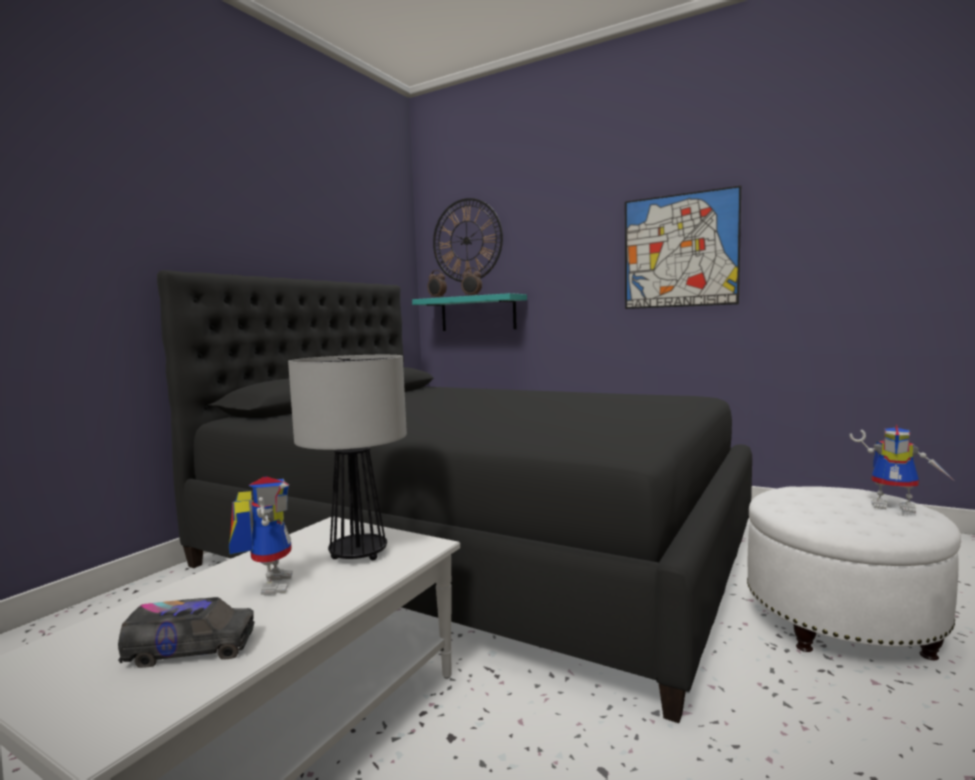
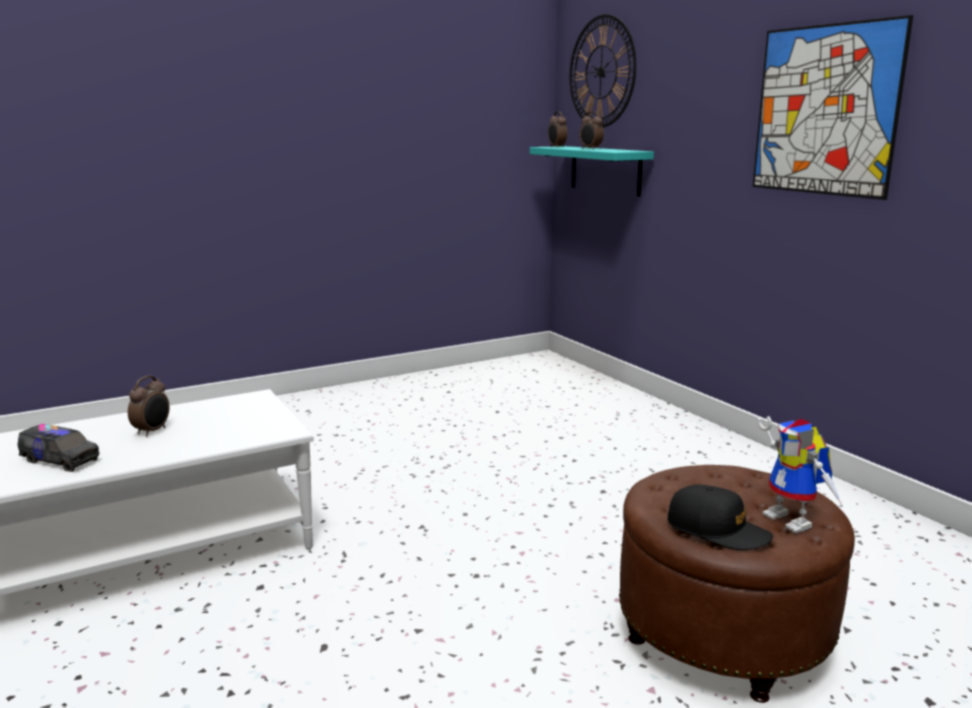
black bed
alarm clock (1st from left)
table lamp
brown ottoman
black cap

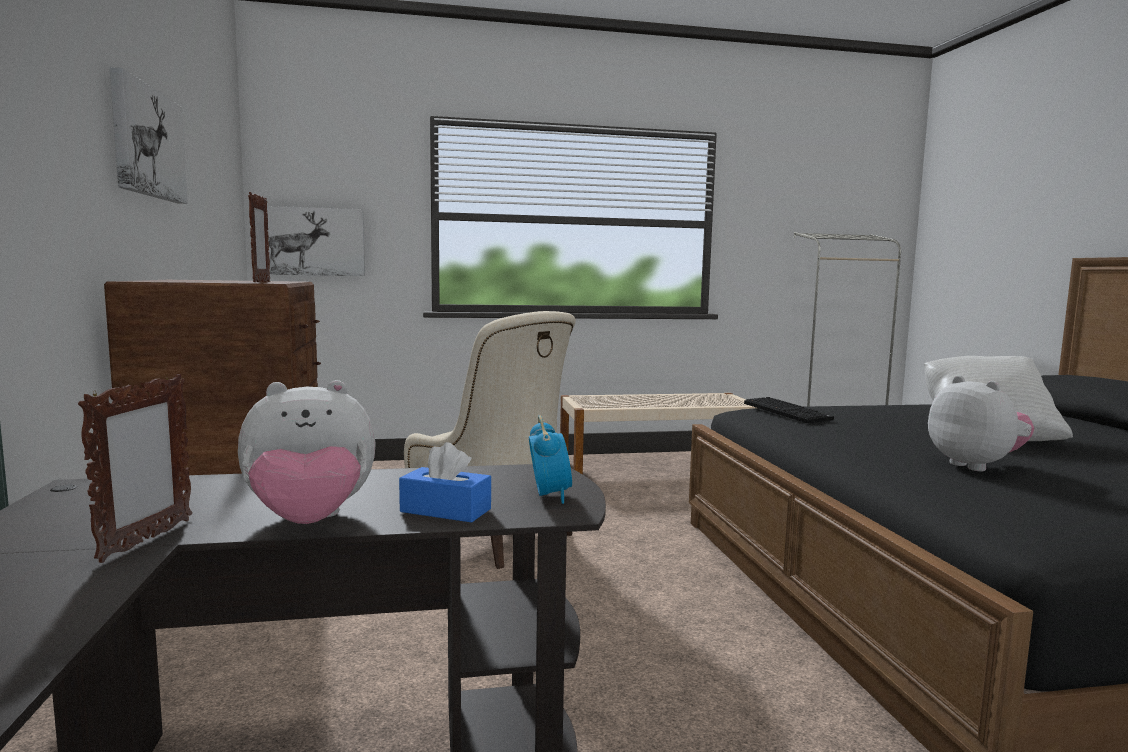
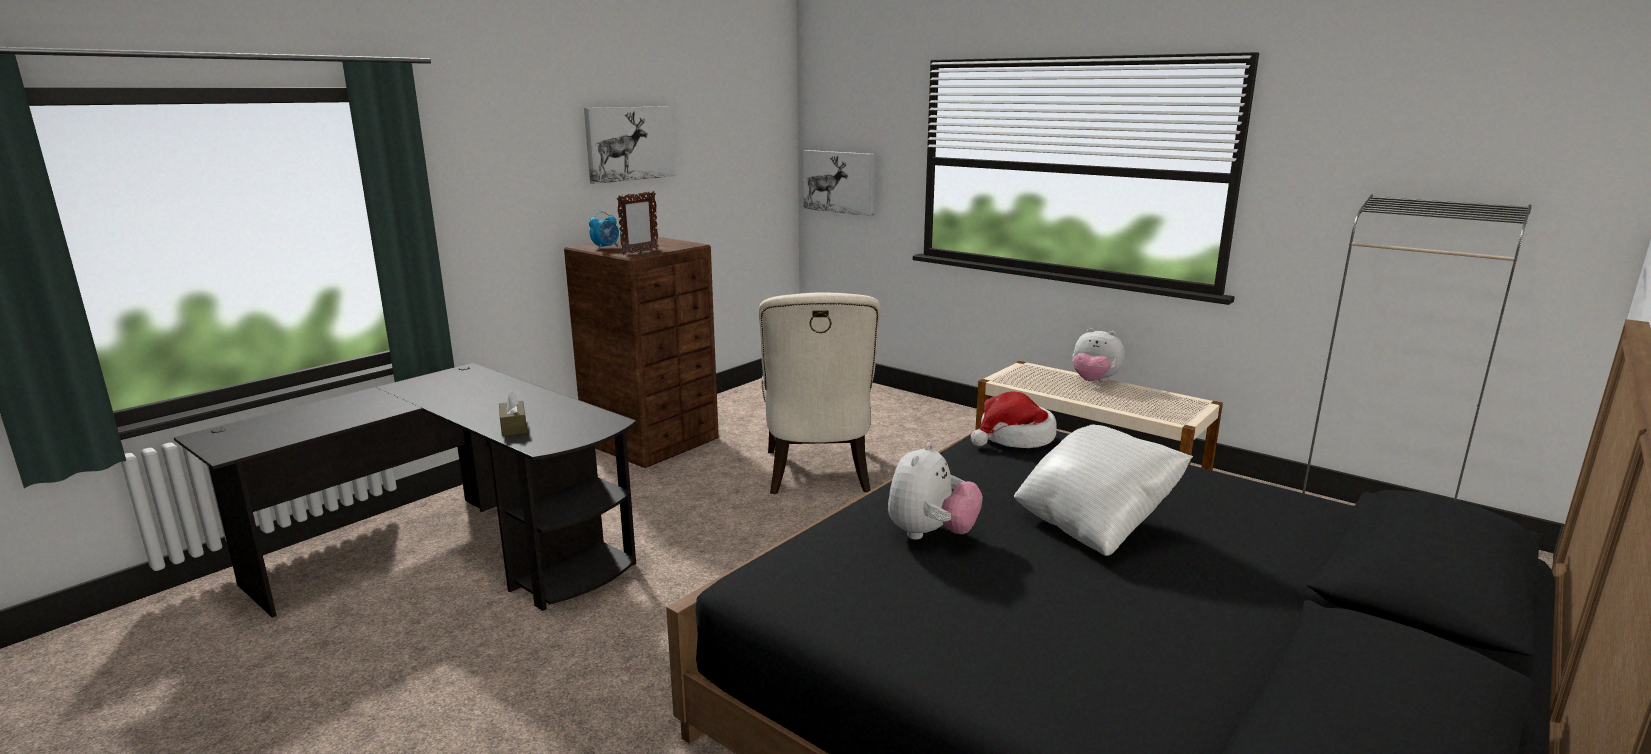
picture frame (1st from left in the first image)
plush toy (2nd from left)
brown tissue box
alarm clock
hat

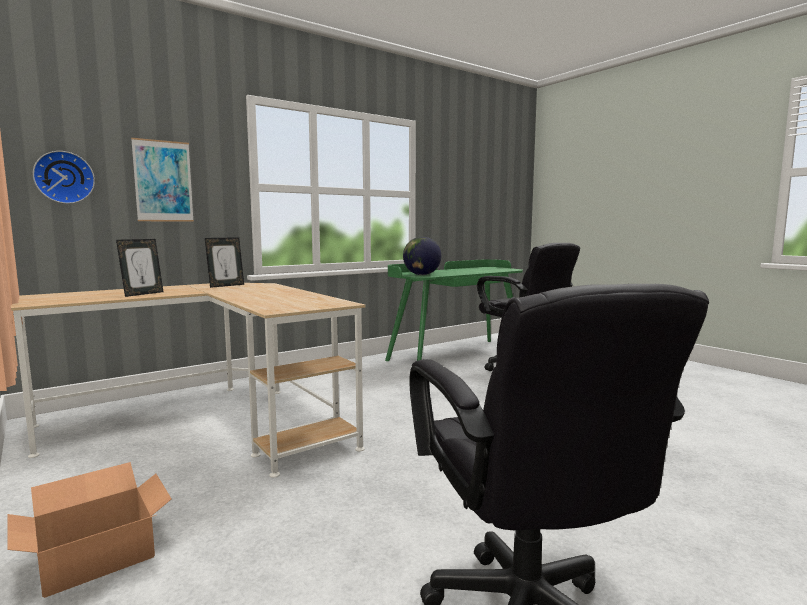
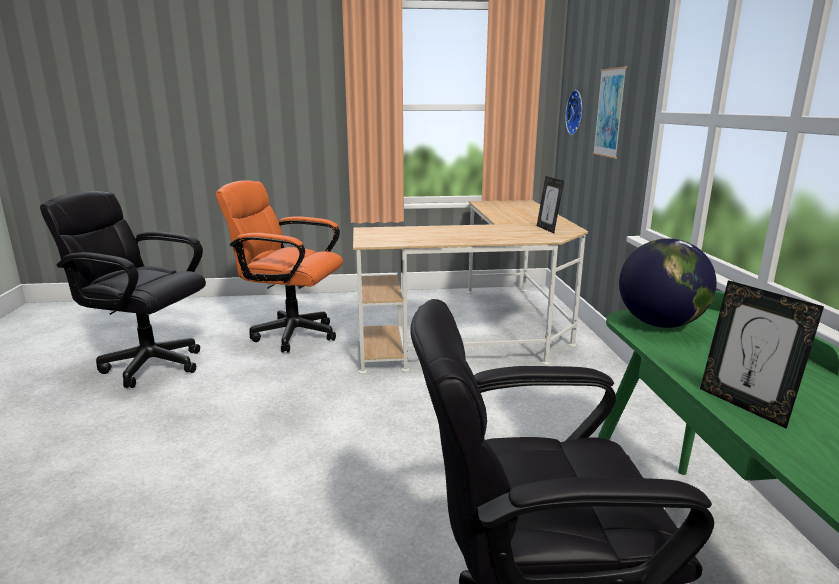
cardboard box
picture frame (2nd from left)
orange office chair

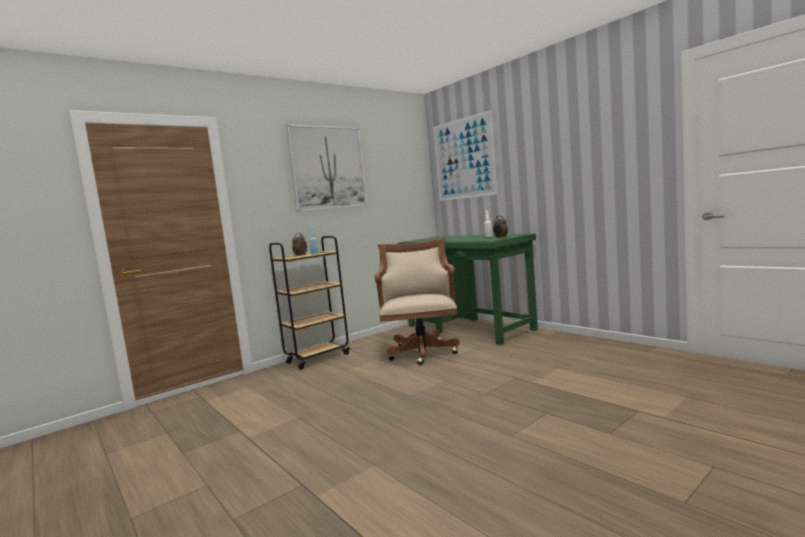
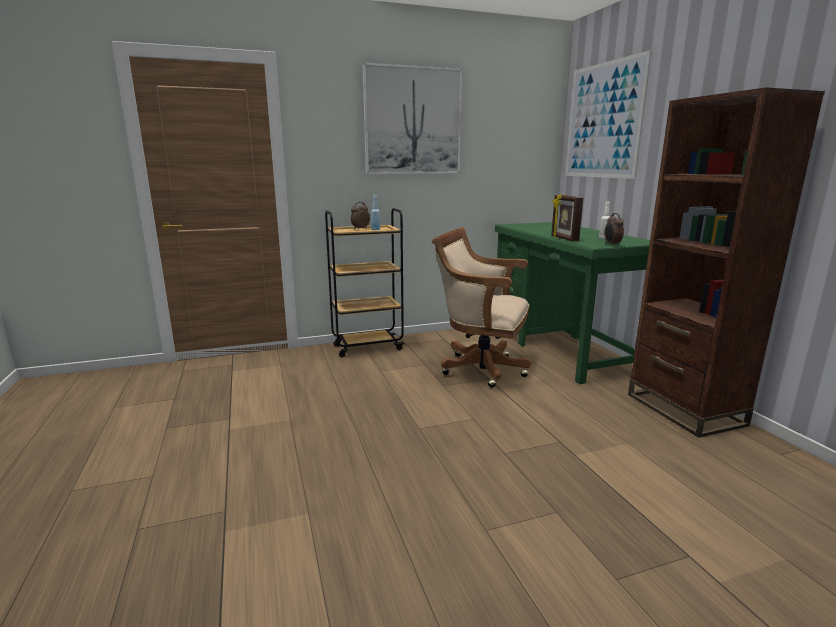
office chair
picture frame
brown bookcase

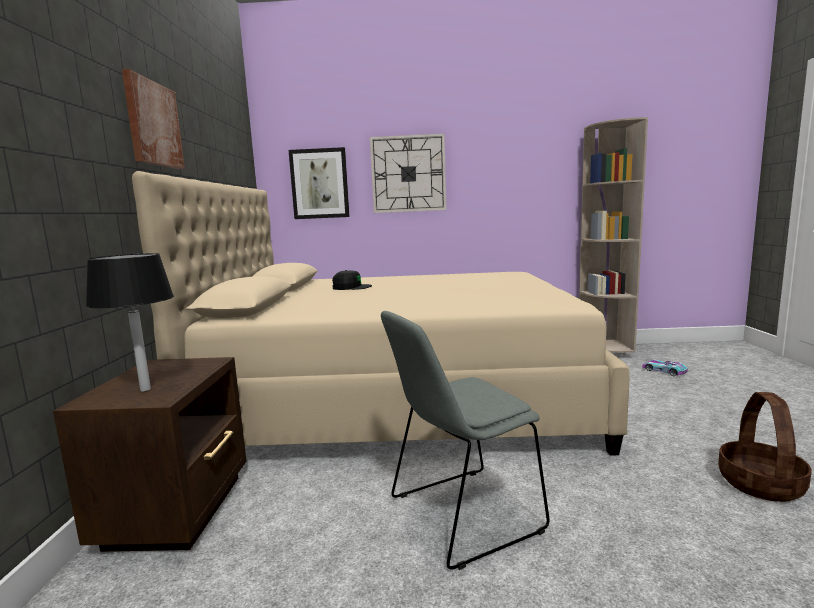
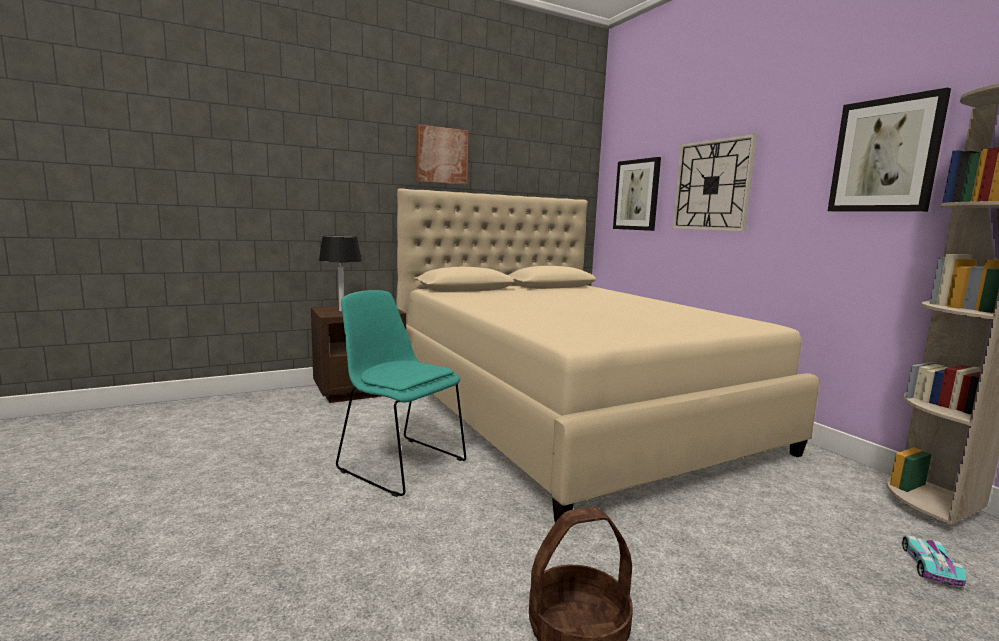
black cap
turquoise chair
picture (3rd from left)

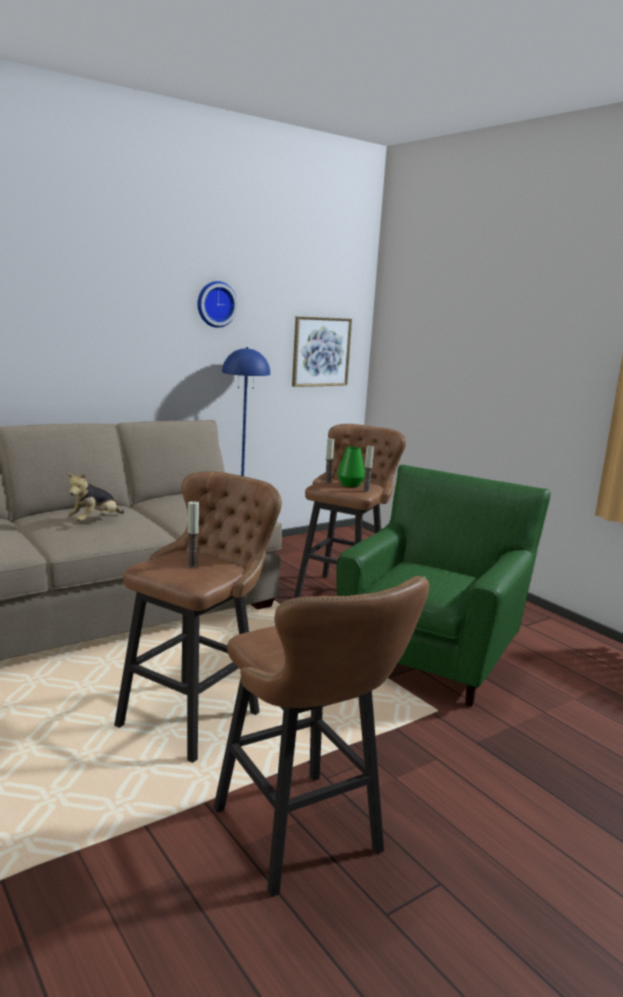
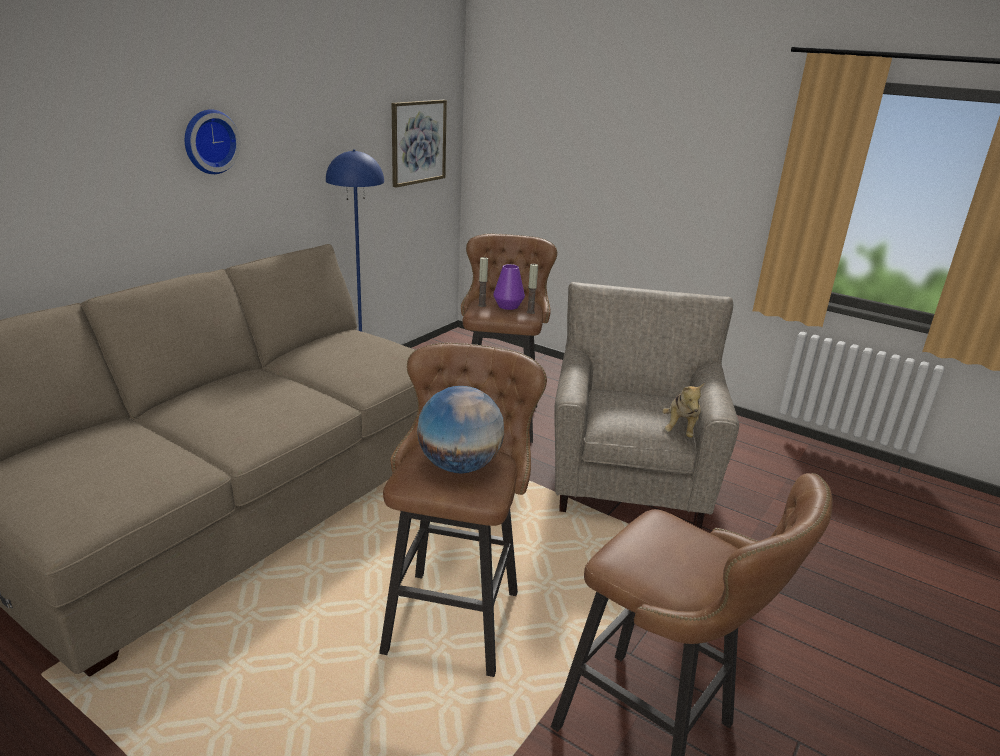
plush toy
globe
wall clock
beige armchair
purple vase

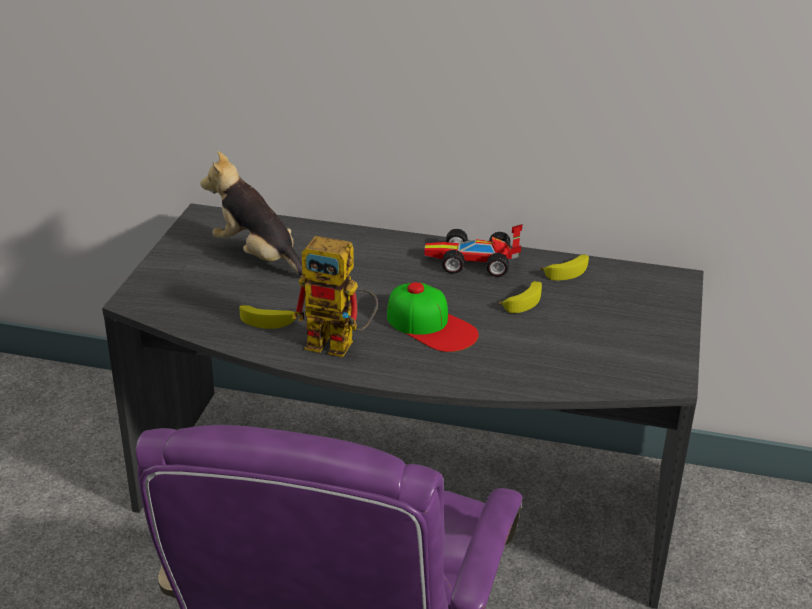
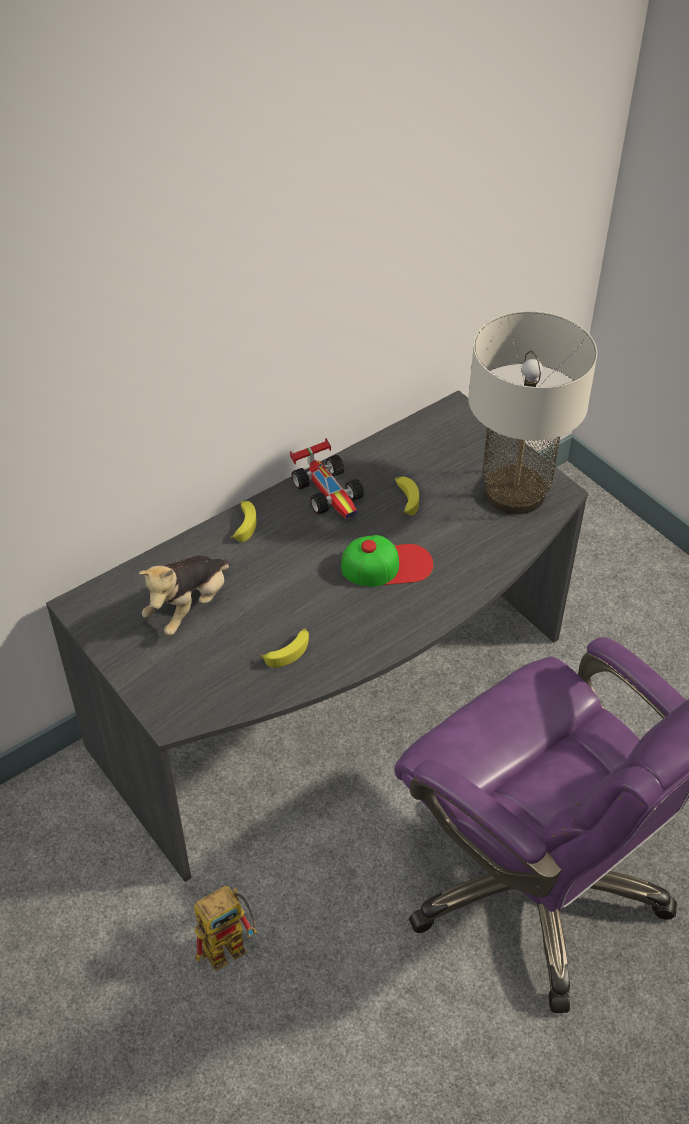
plush toy
toy robot
toy car
banana (1st from left)
table lamp

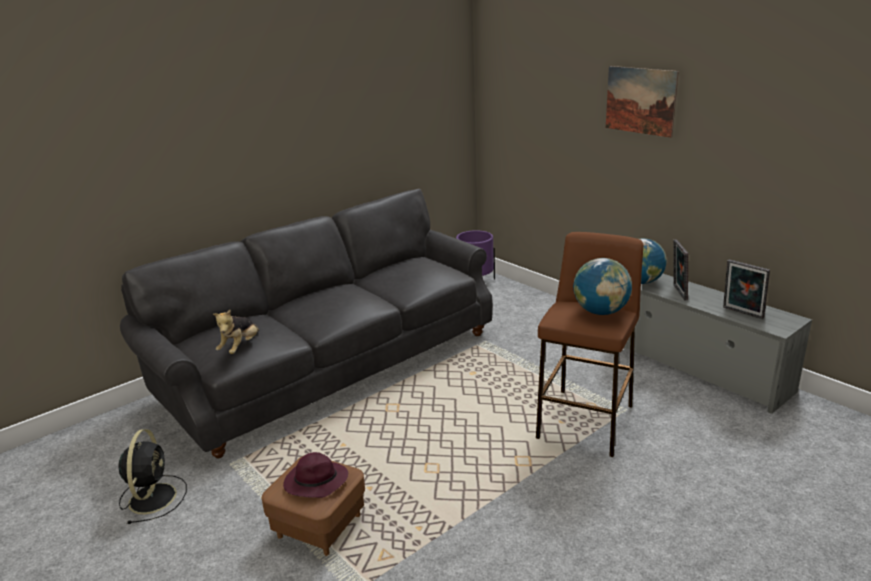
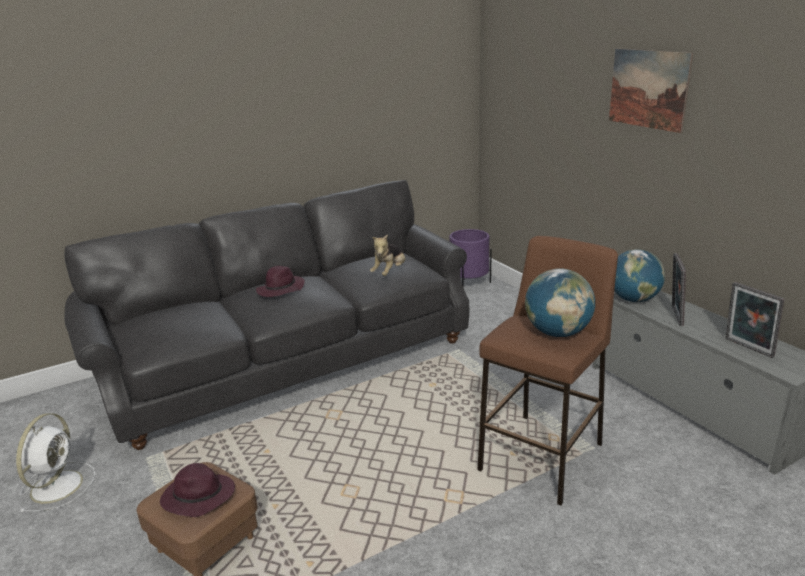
white fan
plush toy
purple hat (2nd from left)

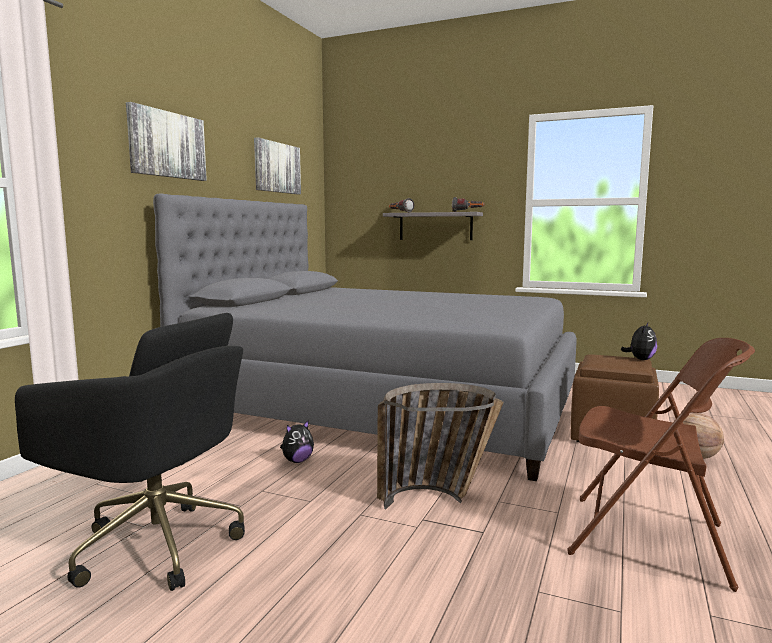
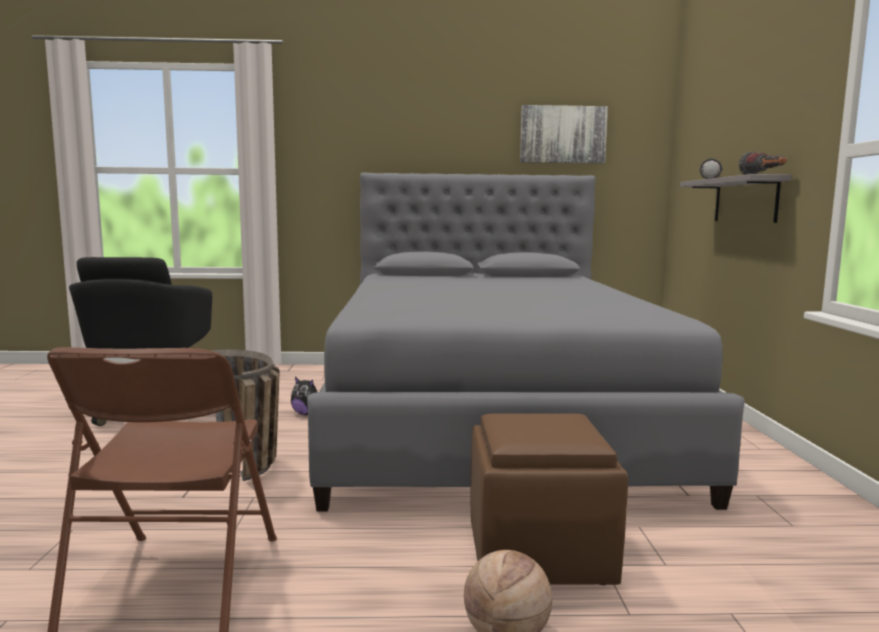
picture (1st from left in the first image)
plush toy (2nd from left in the first image)

